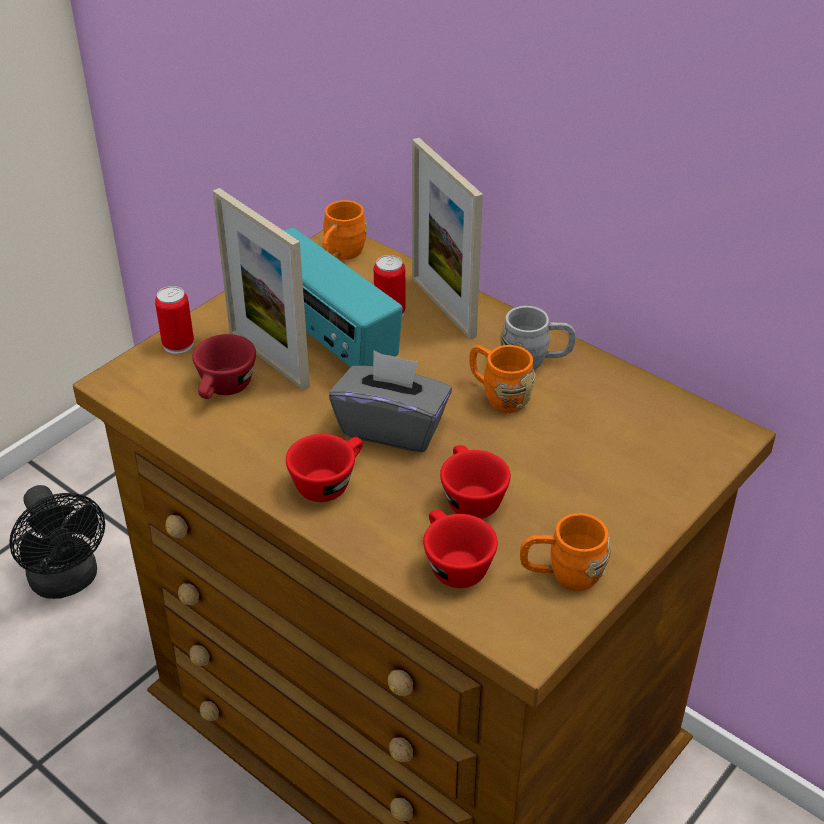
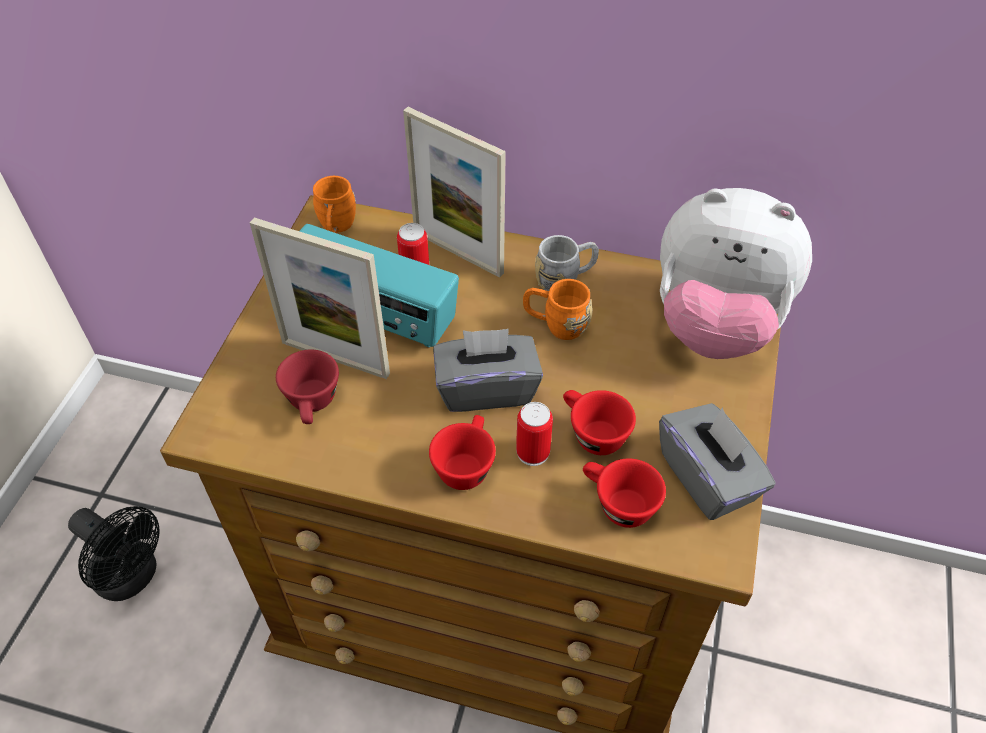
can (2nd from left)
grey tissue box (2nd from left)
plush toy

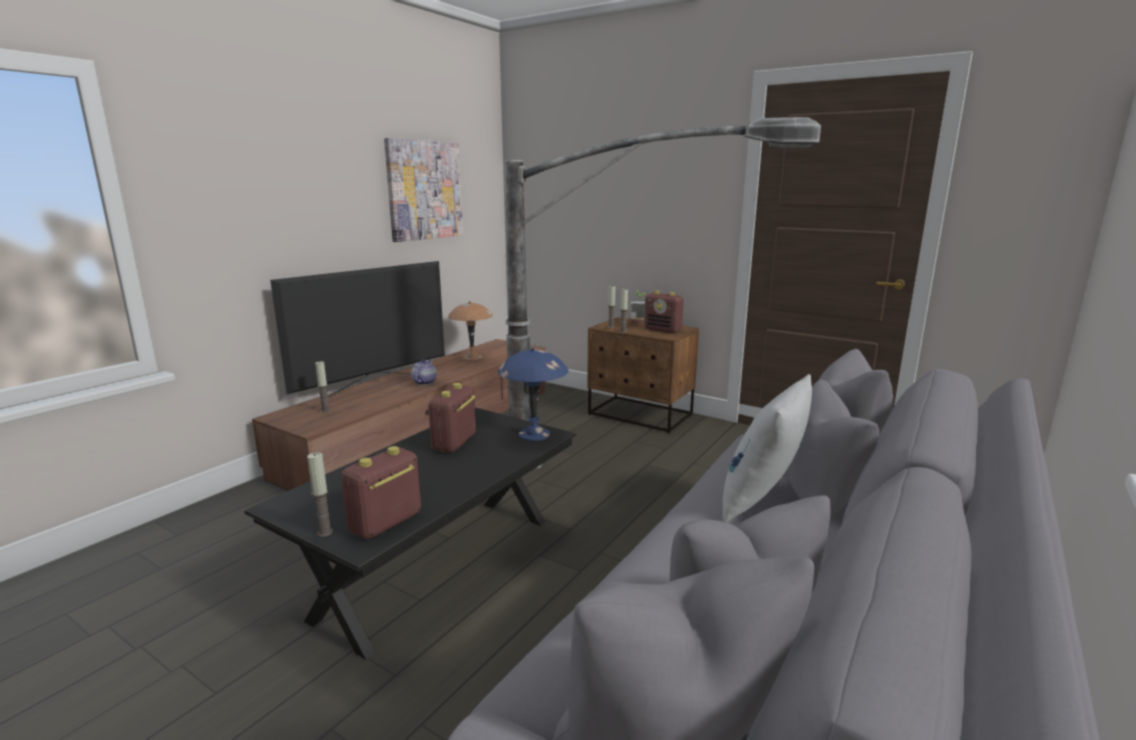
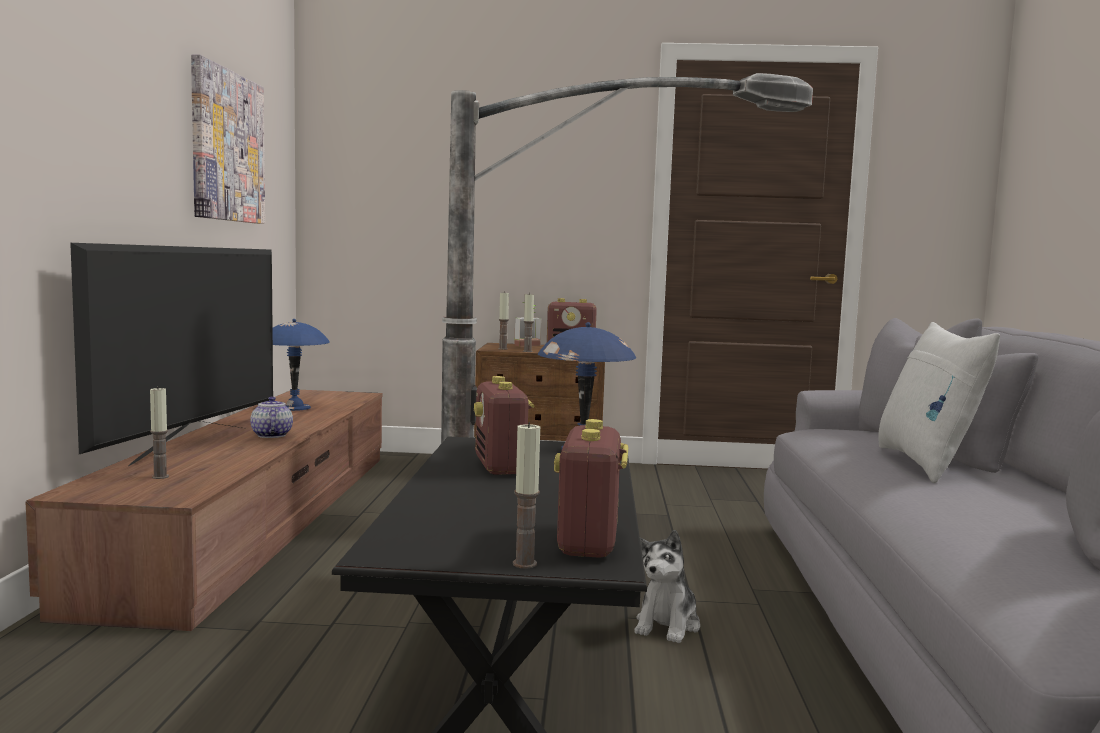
blue table lamp (1st from left)
plush toy

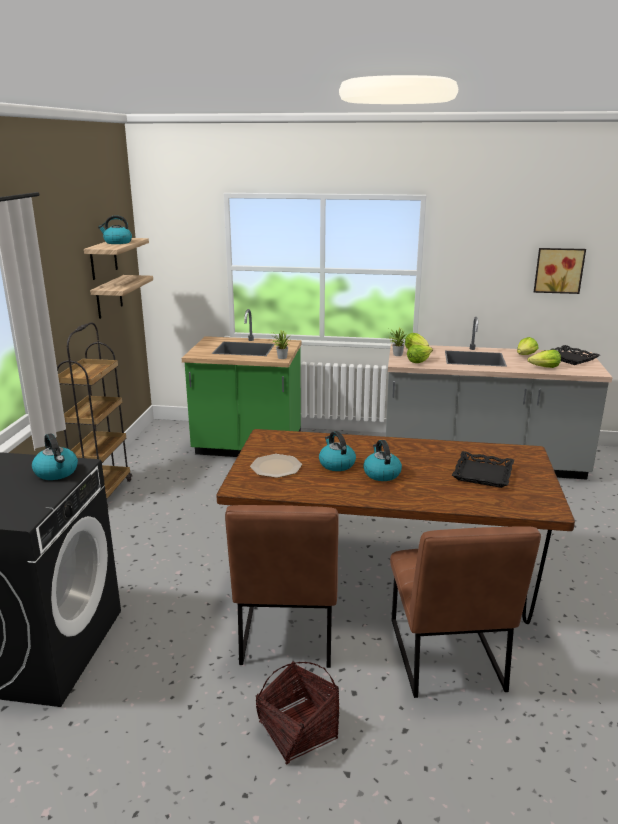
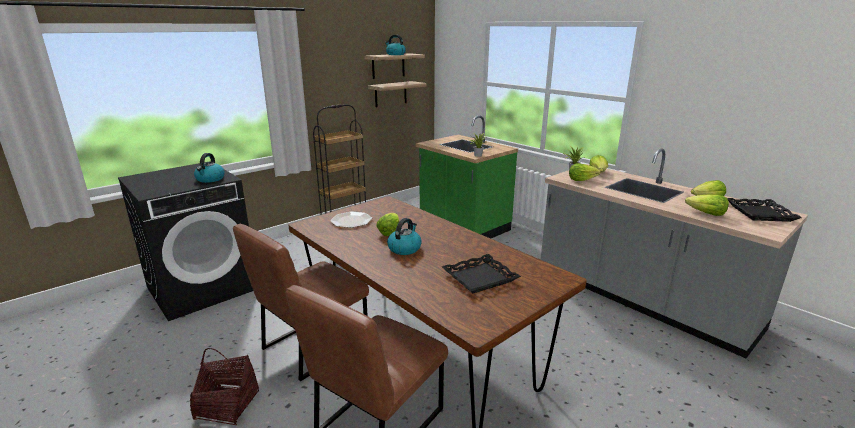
lettuce (1st from left)
picture

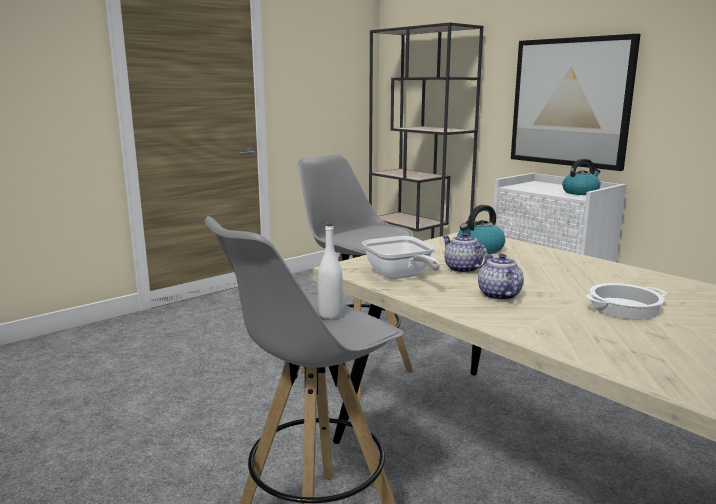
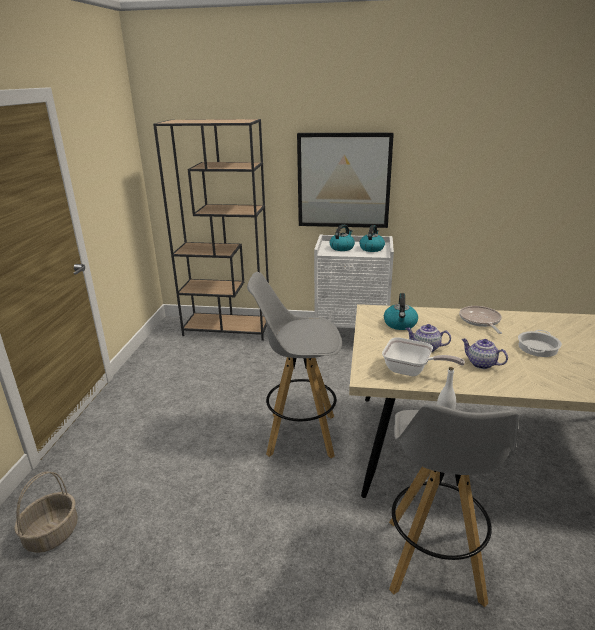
basket
kettle (1st from left)
frying pan (2nd from left)

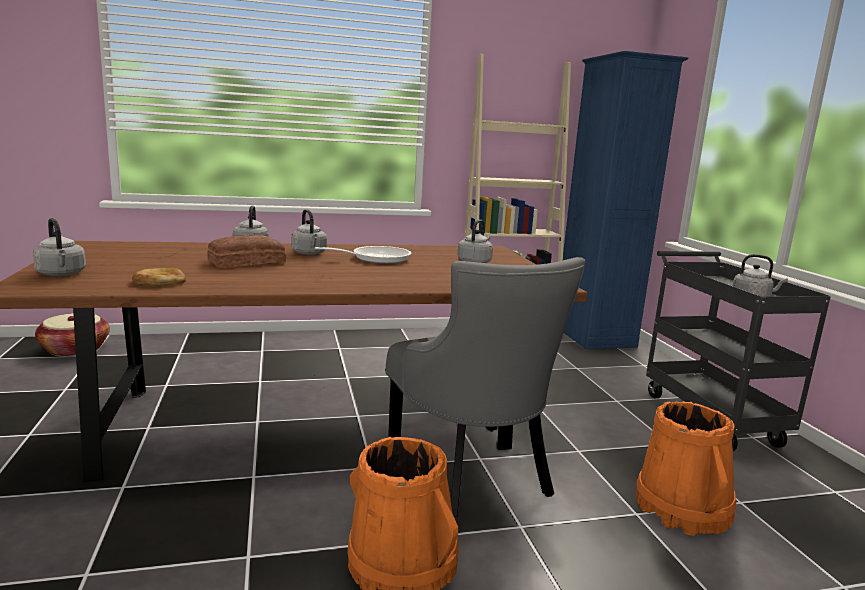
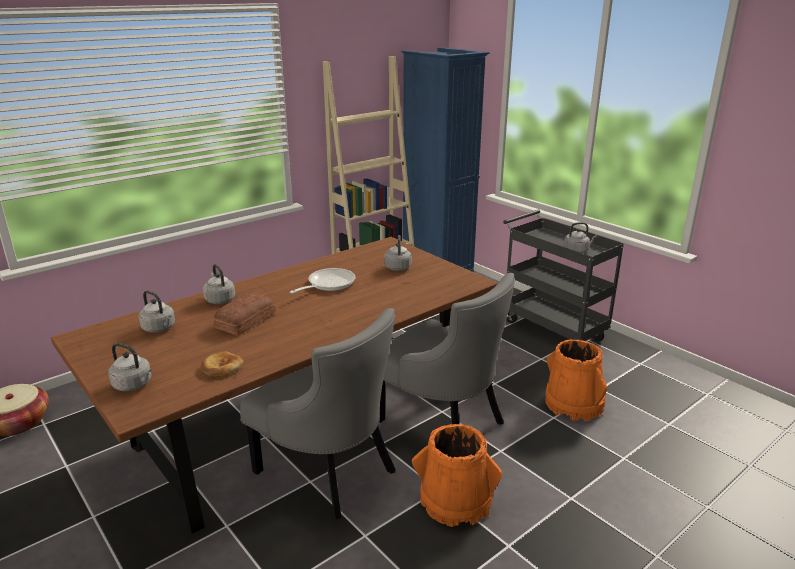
grey kettle (2nd from left)
grey chair (1st from left)

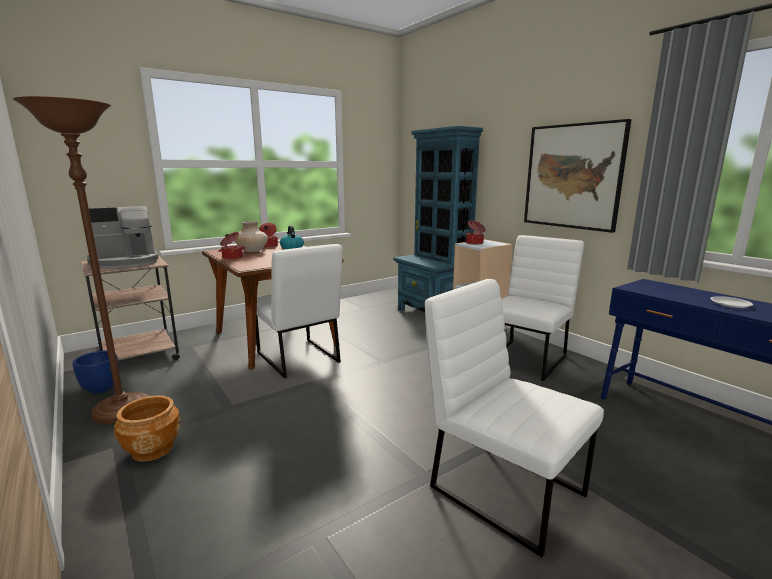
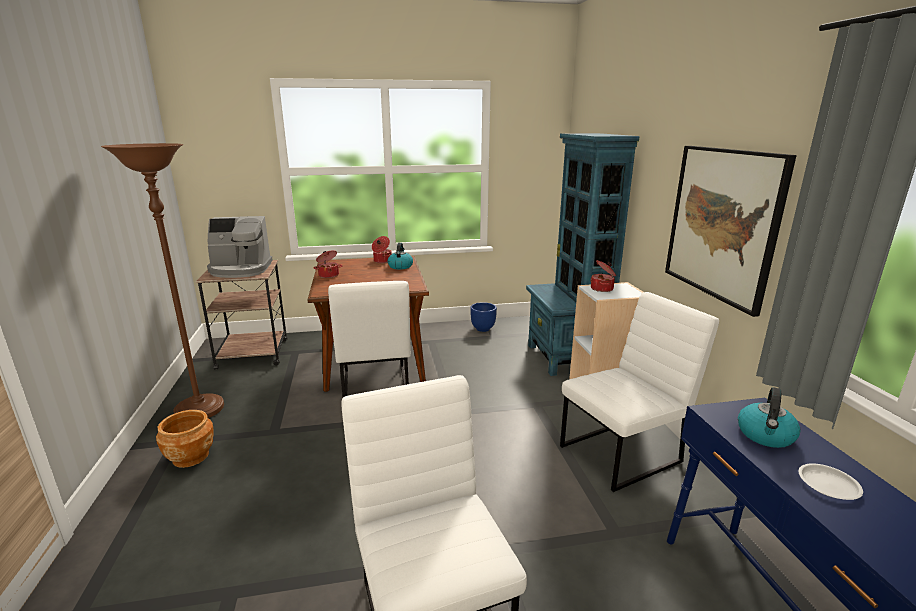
blue planter
beige vase
kettle (2nd from left)

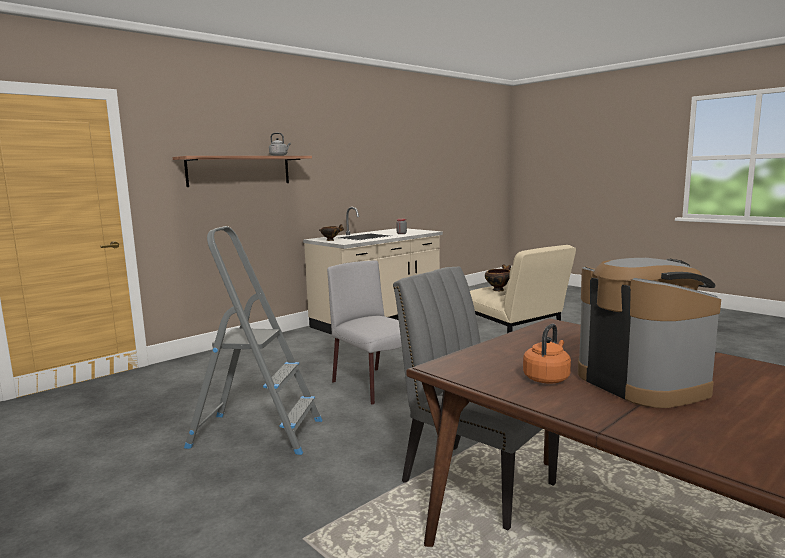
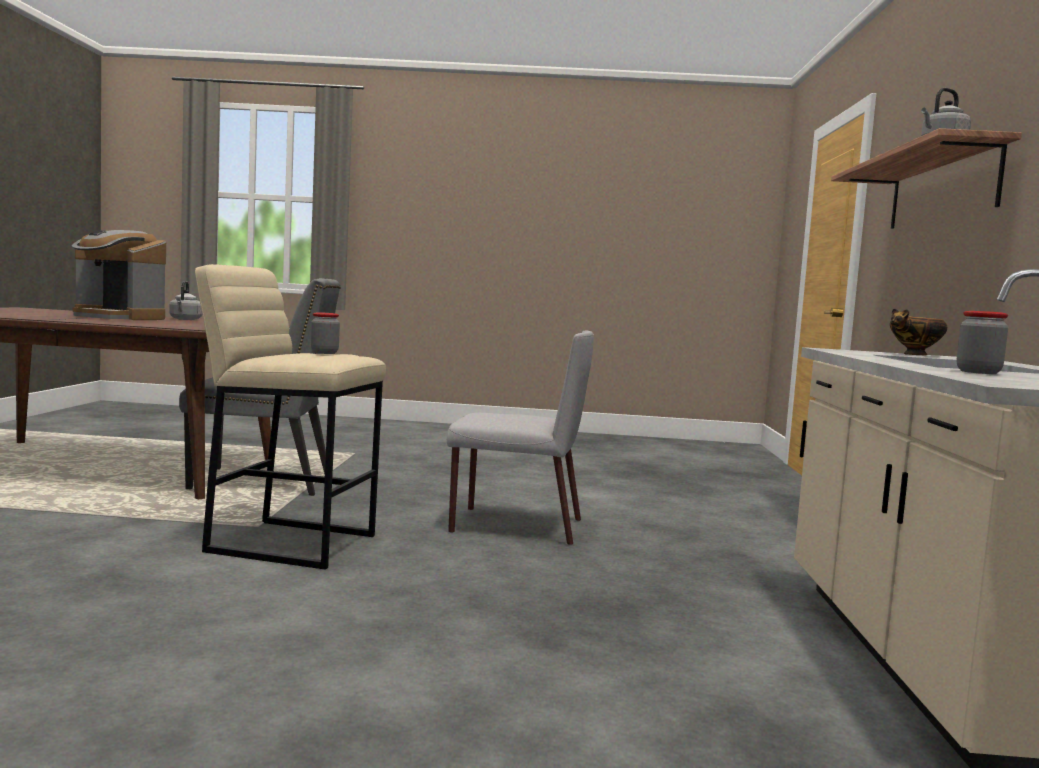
grey step ladder
jar (1st from left)
grey kettle (1st from left)

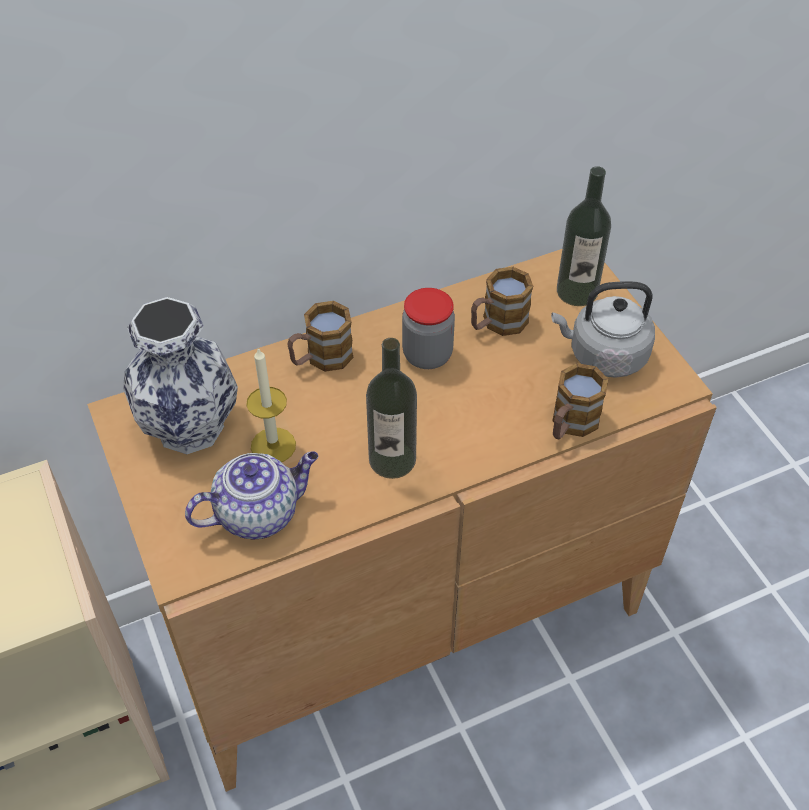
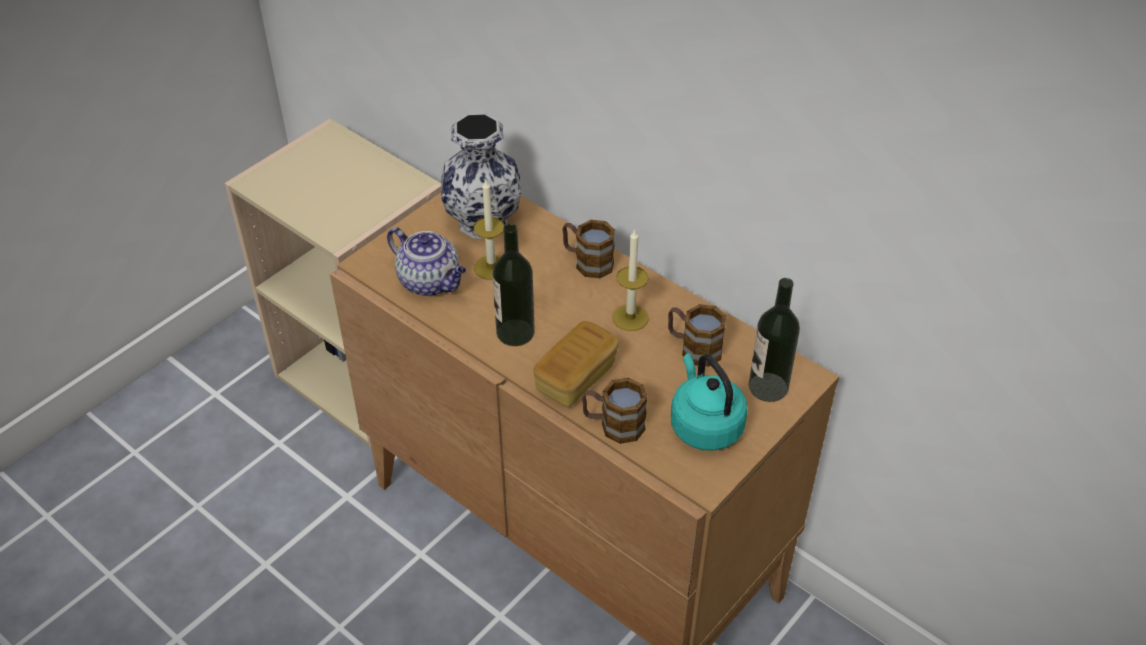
candle (2nd from left)
turquoise kettle
bread

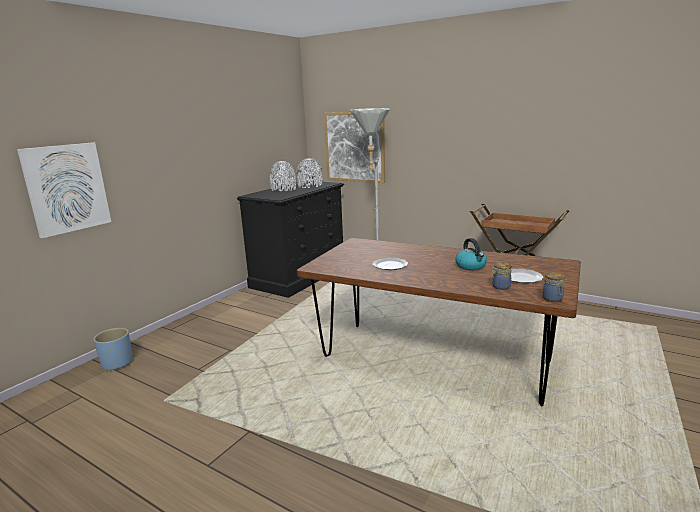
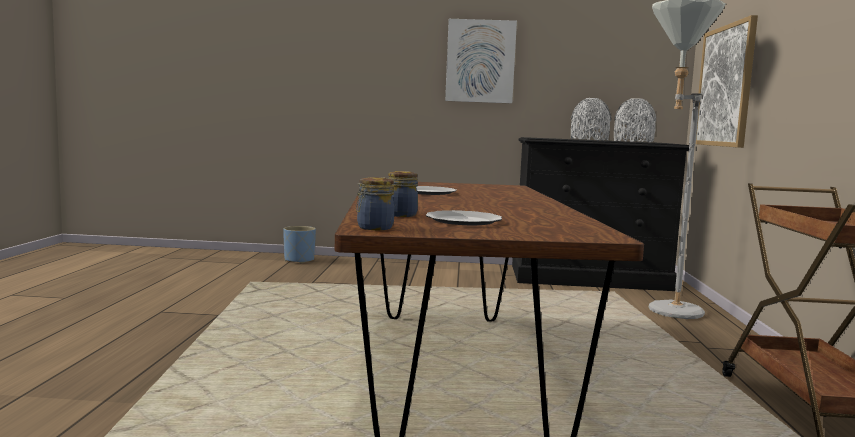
picture (1st from left)
kettle

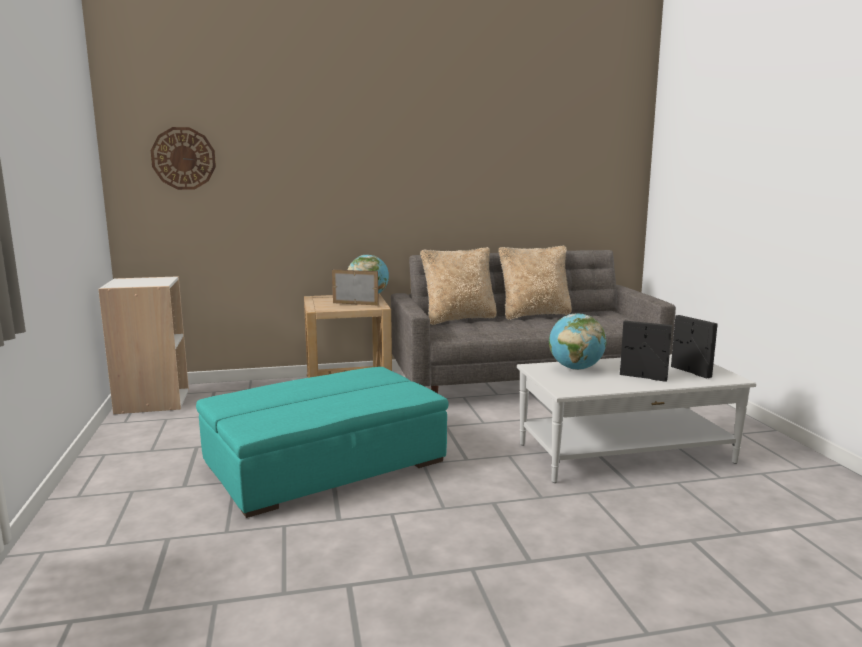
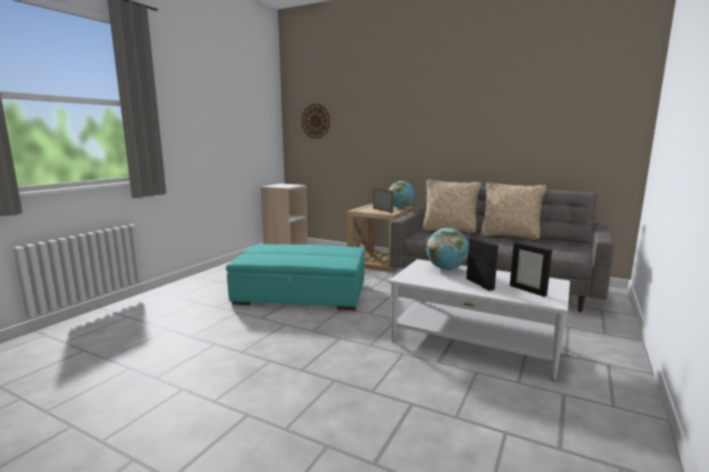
picture frame (3rd from left)

